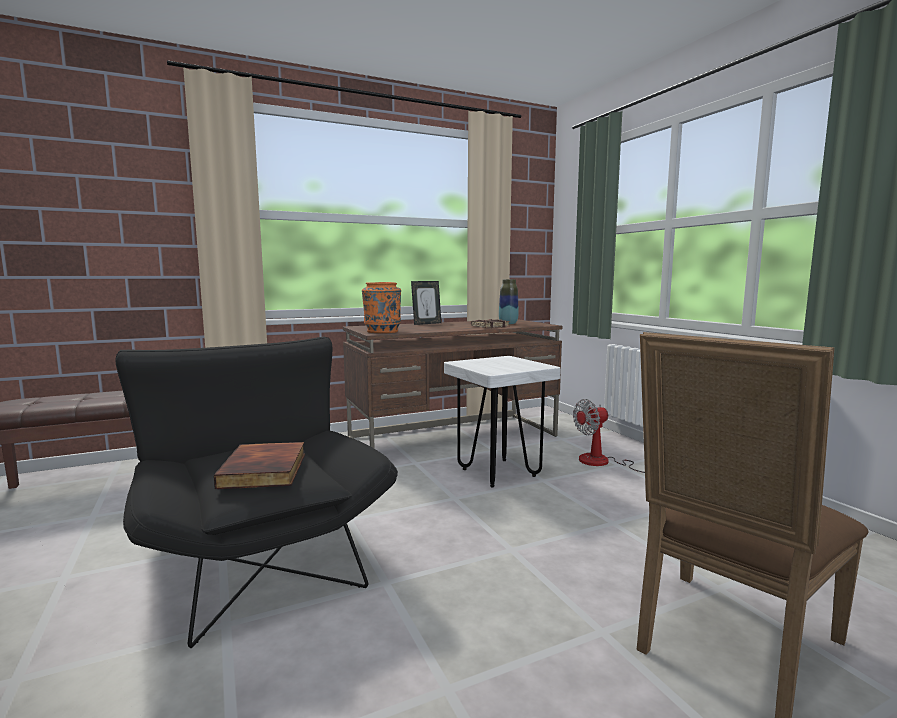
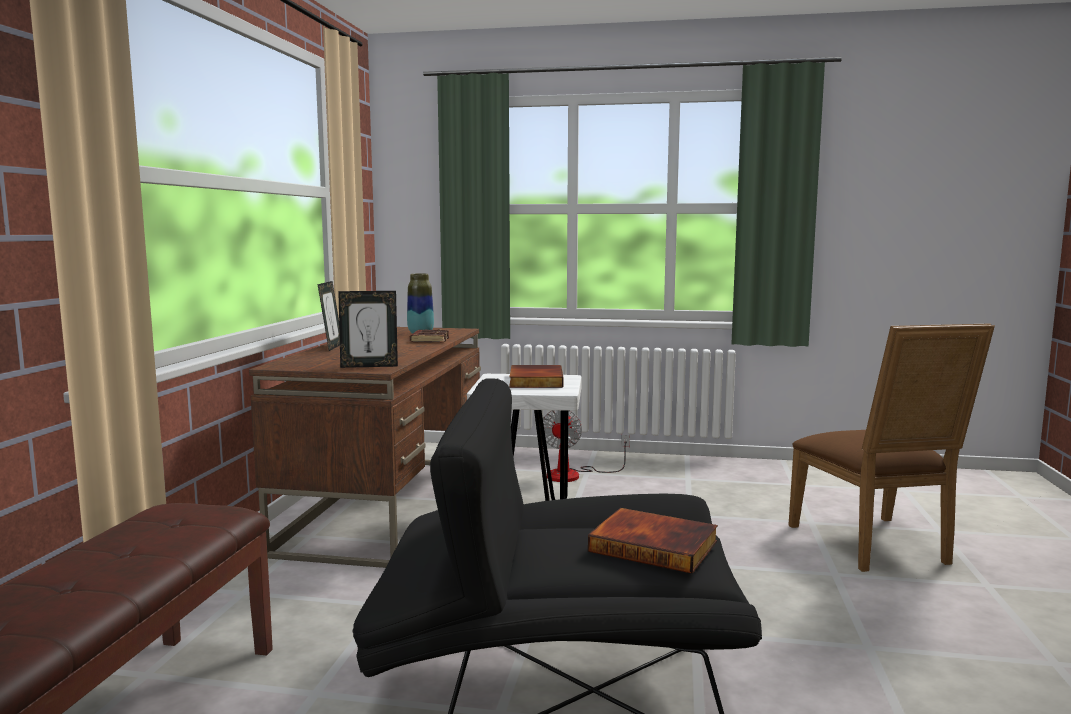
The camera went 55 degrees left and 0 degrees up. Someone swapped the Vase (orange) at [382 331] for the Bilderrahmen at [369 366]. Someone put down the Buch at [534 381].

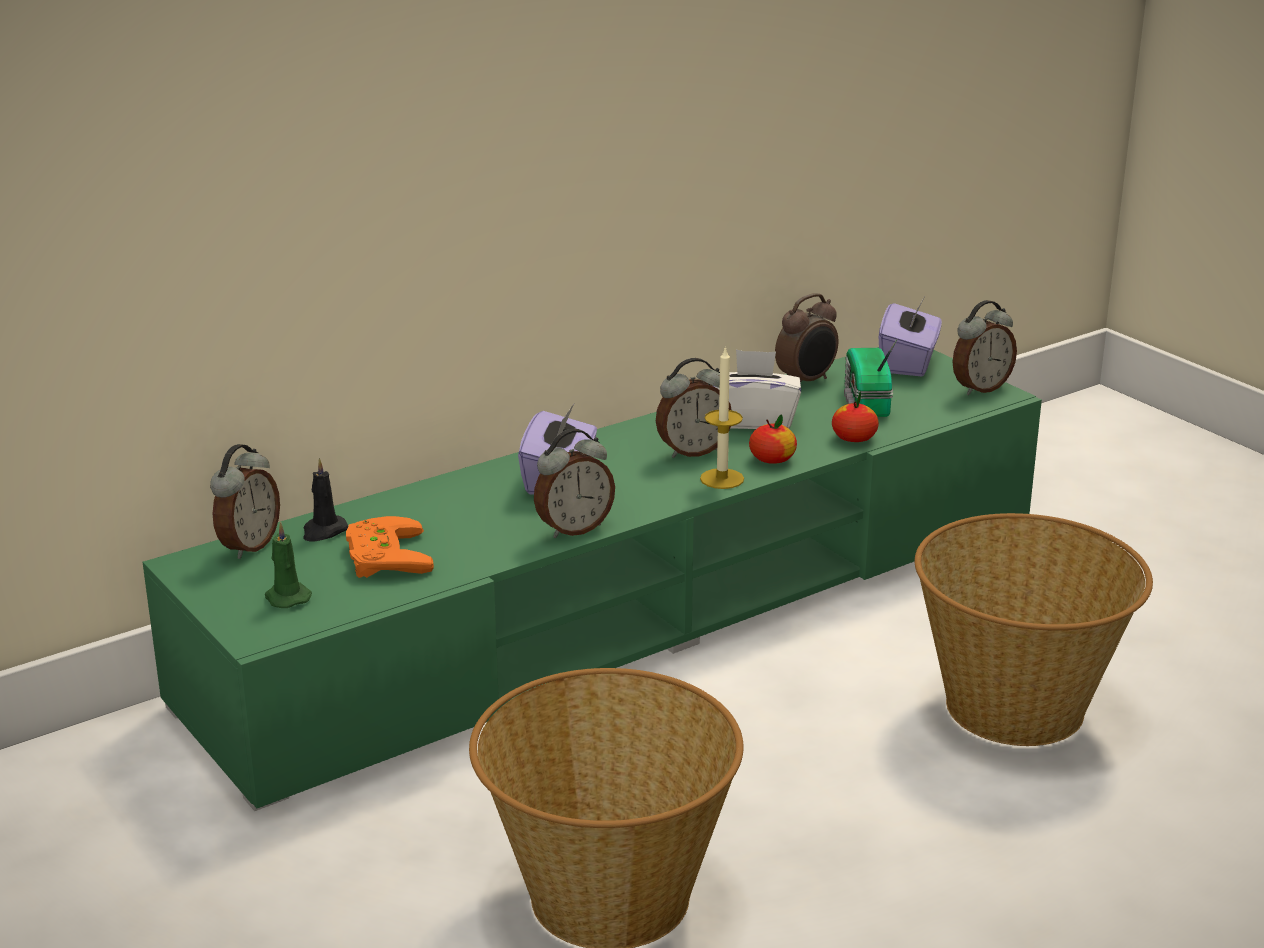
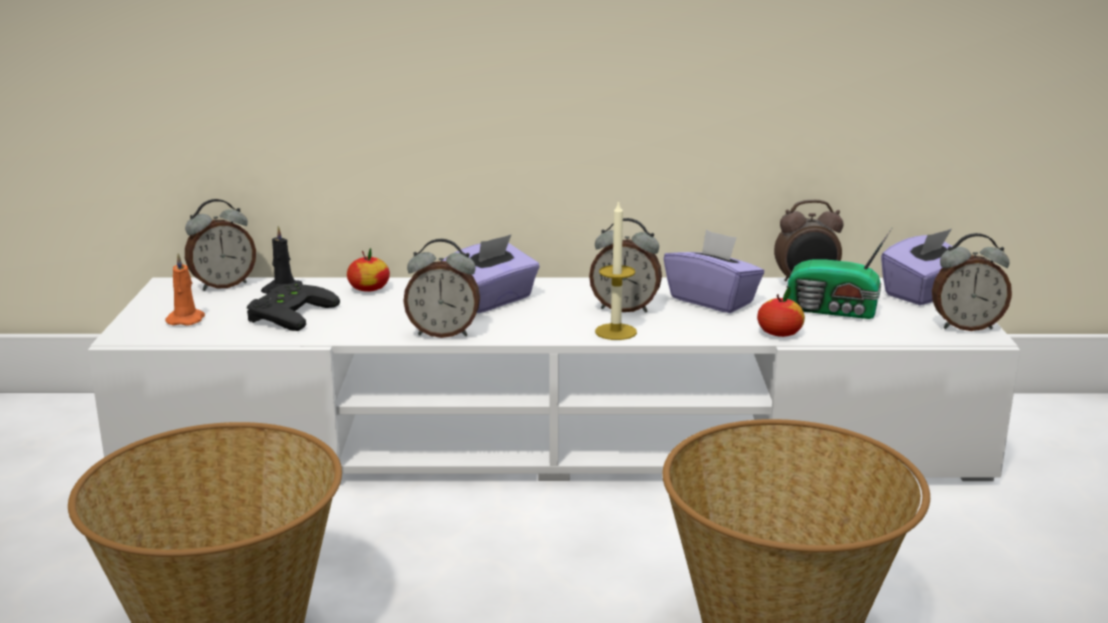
The camera went 35 degrees right and 5 degrees down. Someone rotated the Radio at [864 402] by 105 degrees counterclockwise. Someone repainted the Fernsehschrank (grün) at [634 608], which became the Fernsehschrank (weiß) at [556 439]. Someone repainted the Taschentuchbox (weiß) at [753 420], which became the Taschentuchbox (lila) at [712 300]. Someone carried the Apfel from [772 459] to [369 289]. Someone repainted the Gamepad (orange) at [381 556], which became the Gamepad (schwarz) at [287 313]. Someone repainted the Kerze (grün) at [286 597], which became the Kerze (orange) at [186 319].

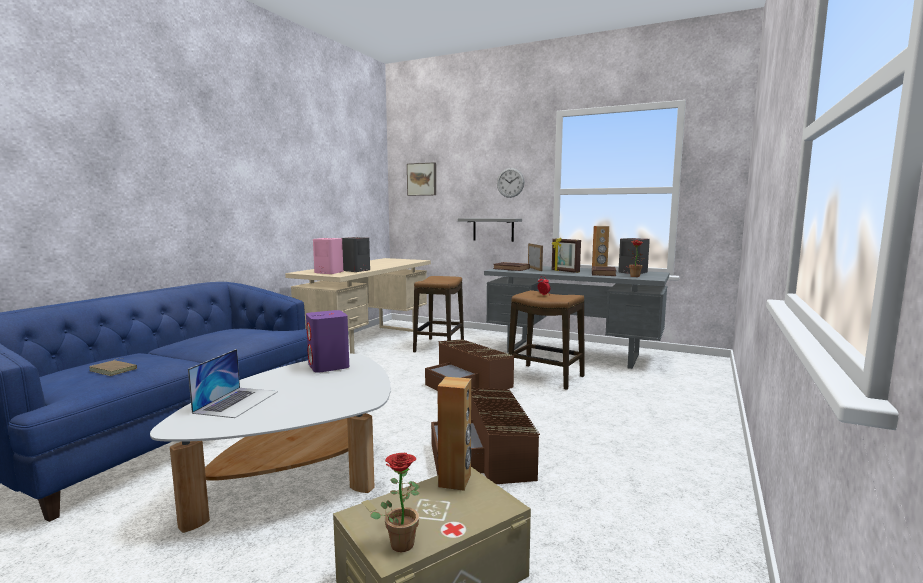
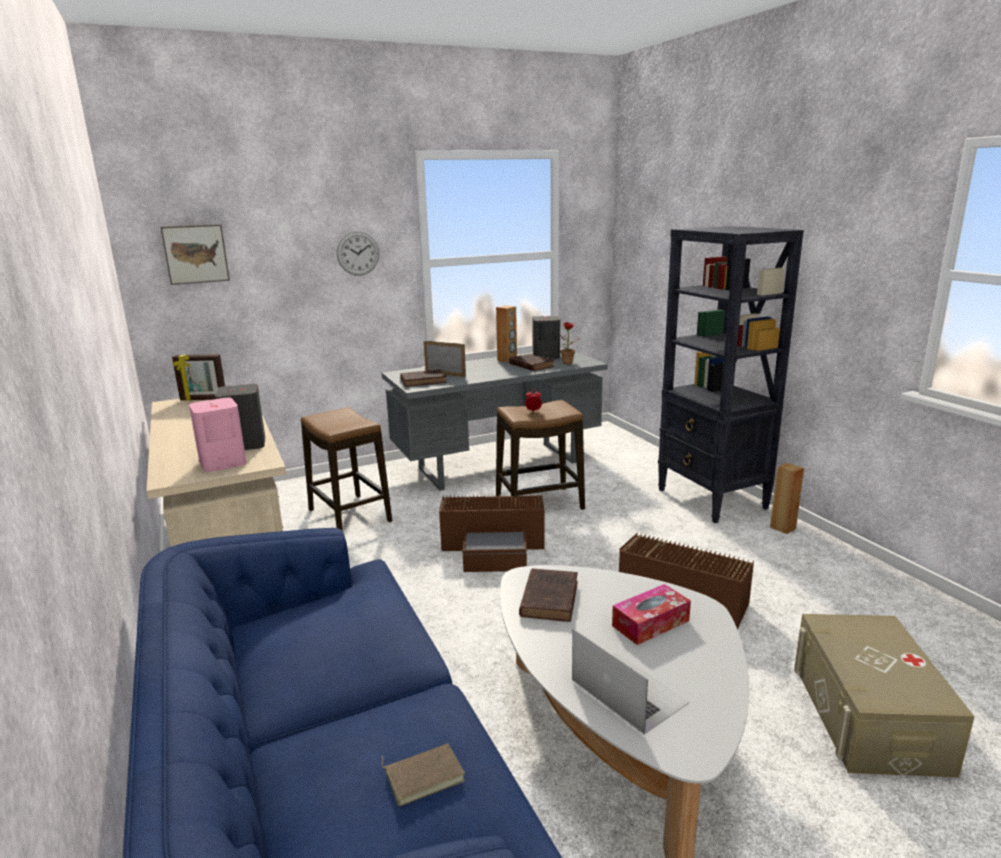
The camera went 50 degrees left and 10 degrees up. Someone took away the Wandregal (grau) at [493 229]. Someone carried the Bilderrahmen from [565 271] to [203 399]. Someone swapped the Lautsprecher (lila) at [329 366] for the Buch (braun) at [549 597]. Someone carried the Lautsprecher (braun) from [455 481] to [783 528]. Someone took away the Topfpflanze at [400 541]. Someone put down the Bücherregal (schwarz) at [712 499]. Someone put down the Taschentuchbox at [650 623].

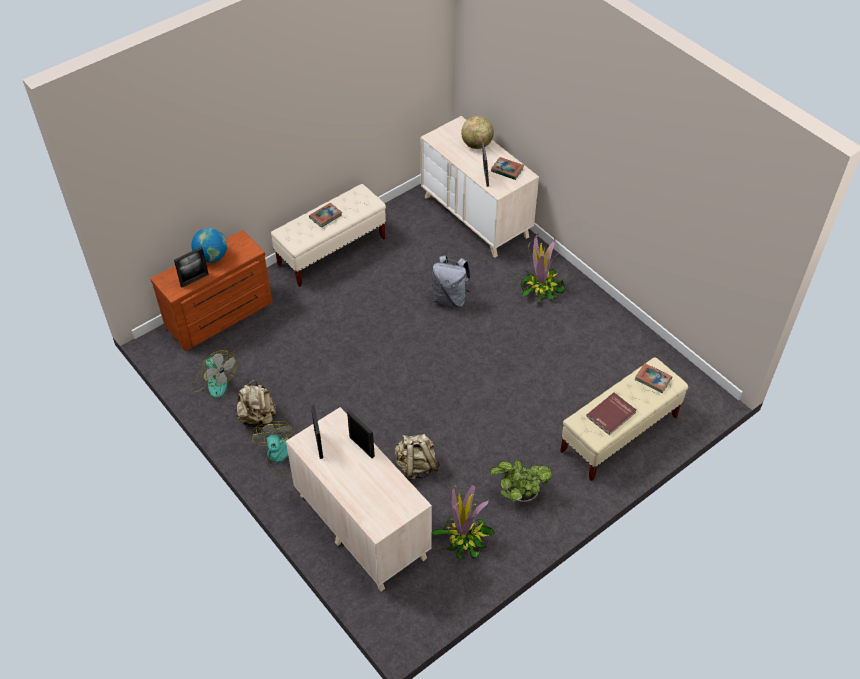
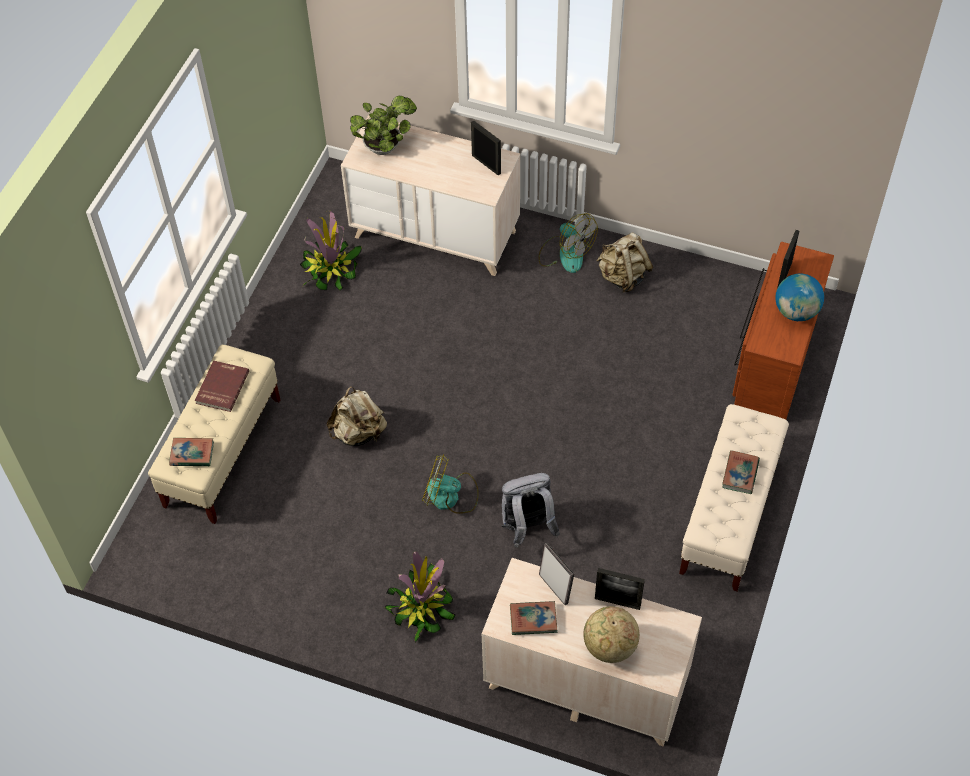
The camera went 150 degrees right and 5 degrees up. Someone carried the Ventilator from [213 382] to [450 496]. Someone carried the Bilderrahmen from [362 446] to [617 602]. Someone carried the Rucksack (beige) from [416 466] to [359 433]. Someone carried the Topfpflanze from [519 494] to [385 146].

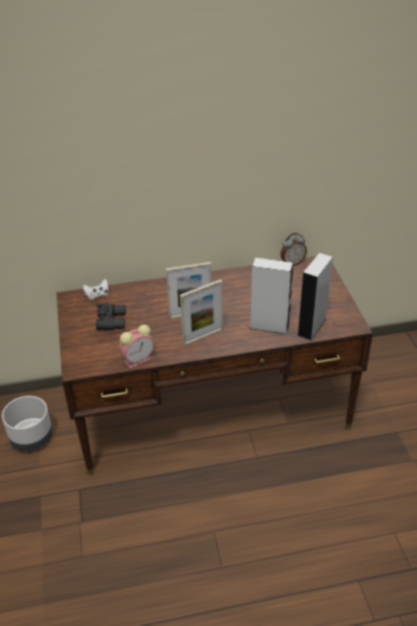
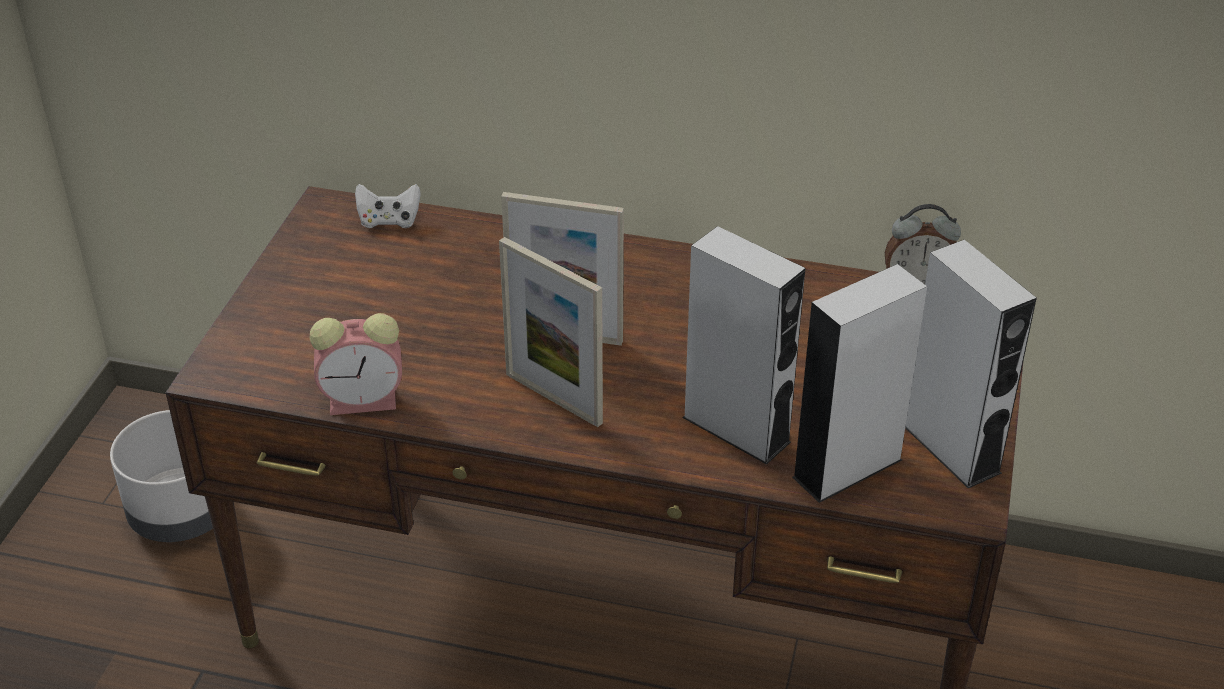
The camera went 25 degrees right and 0 degrees up. Someone rotated the Bilderrahmen at [203 337] by 45 degrees clockwise. Someone took away the Fernglas (schwarz) at [112 321]. Someone put down the Lautsprecher (grau) at [950 448].

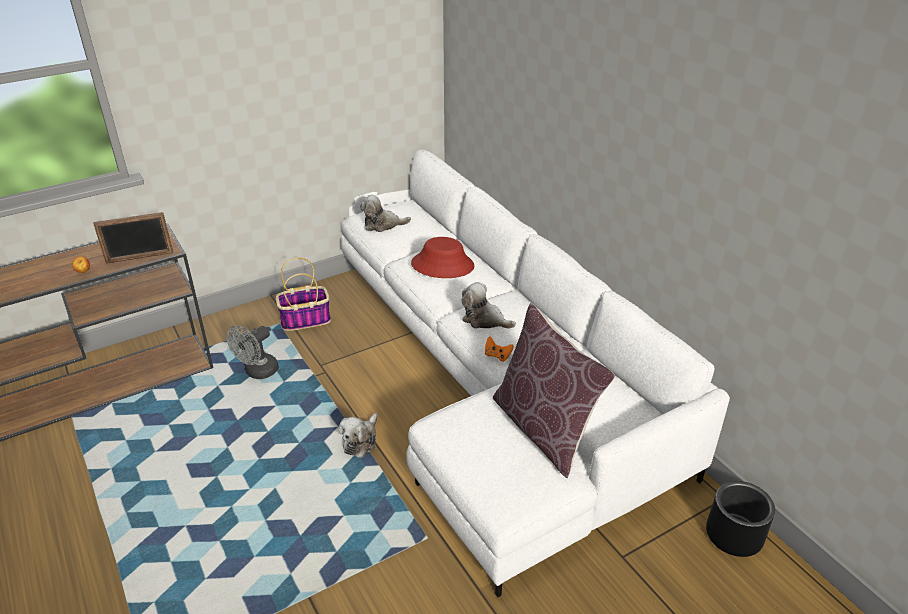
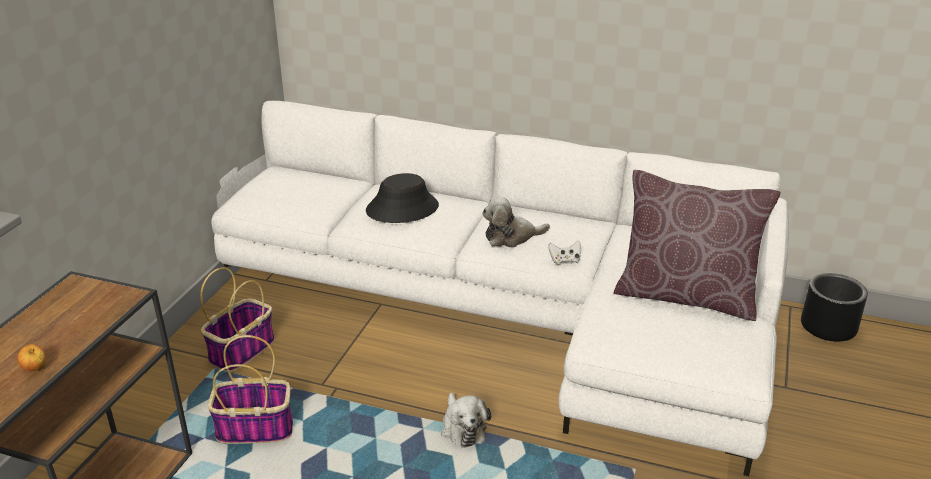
The camera went 40 degrees left and 5 degrees down. Someone took away the Plüschtier at [382 225]. Someone took away the Bilderrahmen at [140 257]. Someone repainted the Hut (rot) at [442 265], which became the Hut (schwarz) at [402 208]. Someone swapped the Ventilator (grau) at [257 372] for the Korb at [256 428]. Someone repainted the Gamepad (orange) at [497 356], which became the Gamepad (weiß) at [565 260].

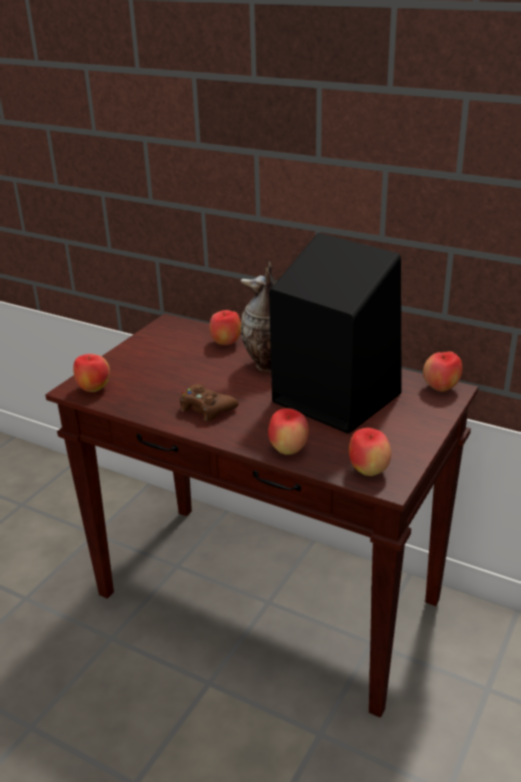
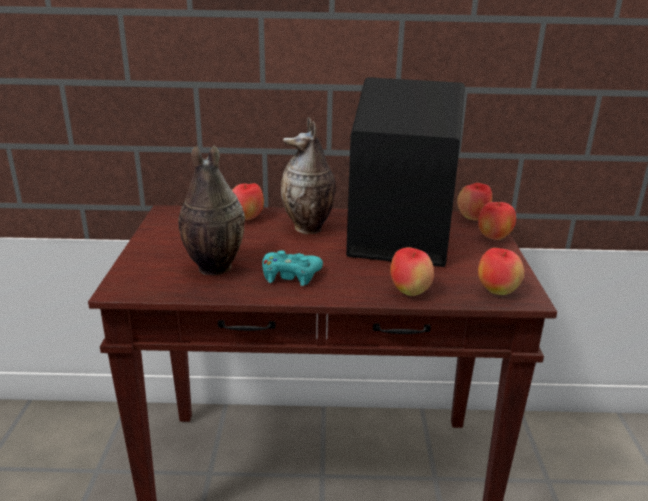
The camera went 30 degrees left and 5 degrees down. Someone carried the Apfel from [93 389] to [494 238]. Someone repainted the Gamepad (braun) at [206 408], which became the Gamepad (türkis) at [290 275]. Someone put down the Vase at [213 268].

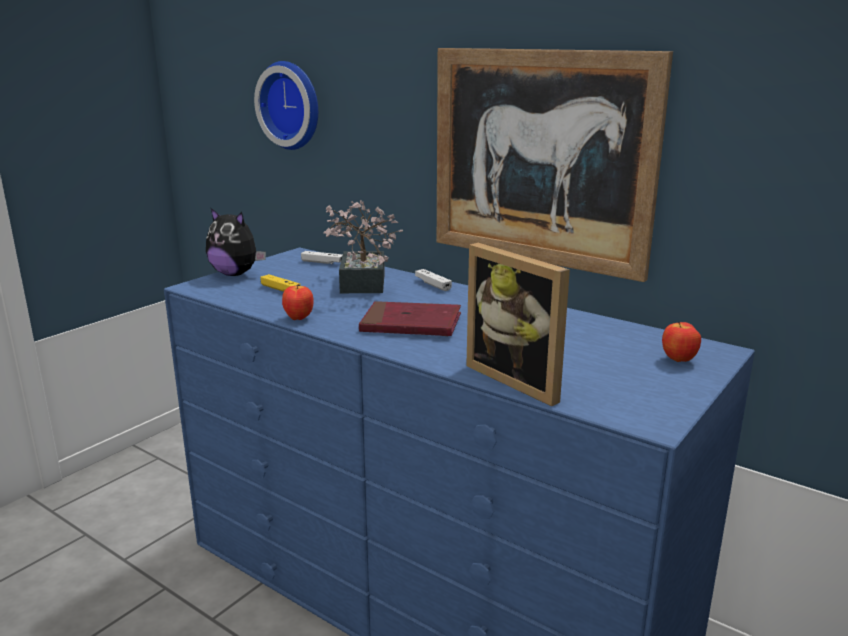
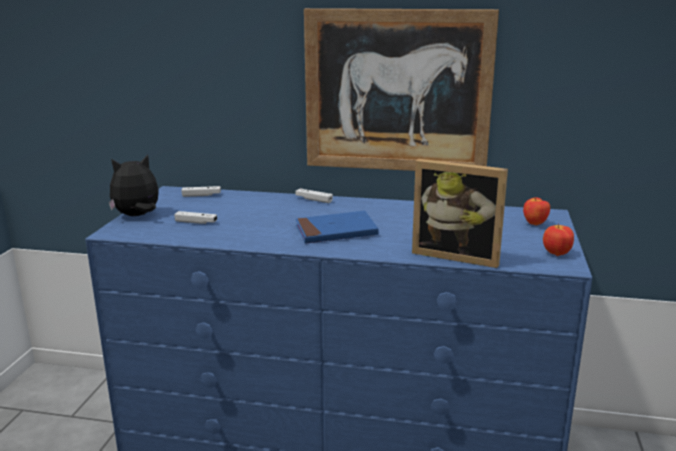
The camera went 25 degrees left and 0 degrees up. Someone took away the Wanduhr at [292 105]. Someone took away the Topfpflanze at [361 285]. Someone rotated the Plüschtier at [236 274] by 150 degrees clockwise. Someone repainted the Gamepad (gelb) at [280 289], which became the Gamepad (weiß) at [196 222]. Someone carried the Apfel from [298 318] to [556 254]. Someone repainted the Buch (rot) at [411 324], which became the Buch (blau) at [336 231].

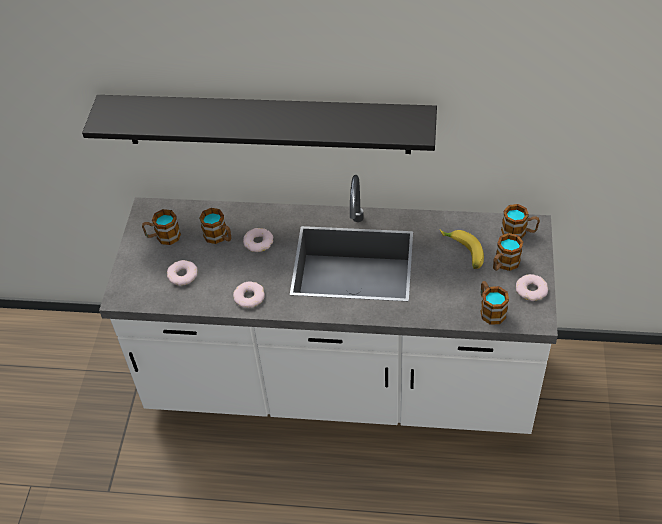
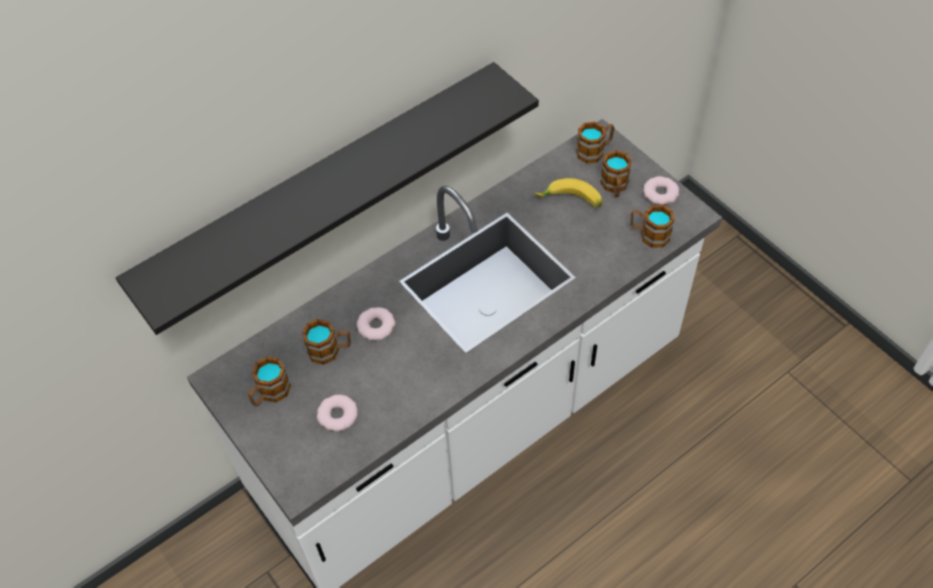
The camera went 45 degrees left and 5 degrees up. Someone took away the Donut at [249 297].

